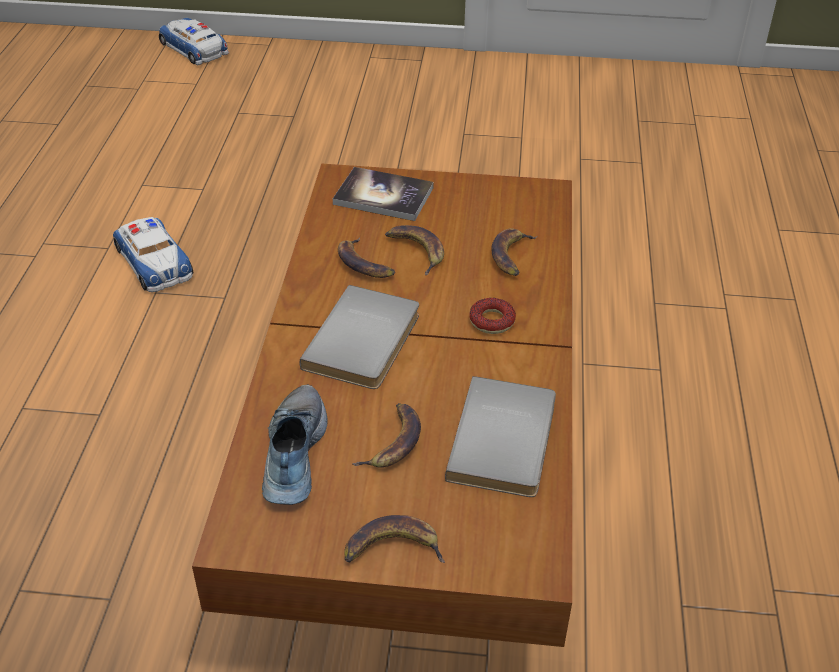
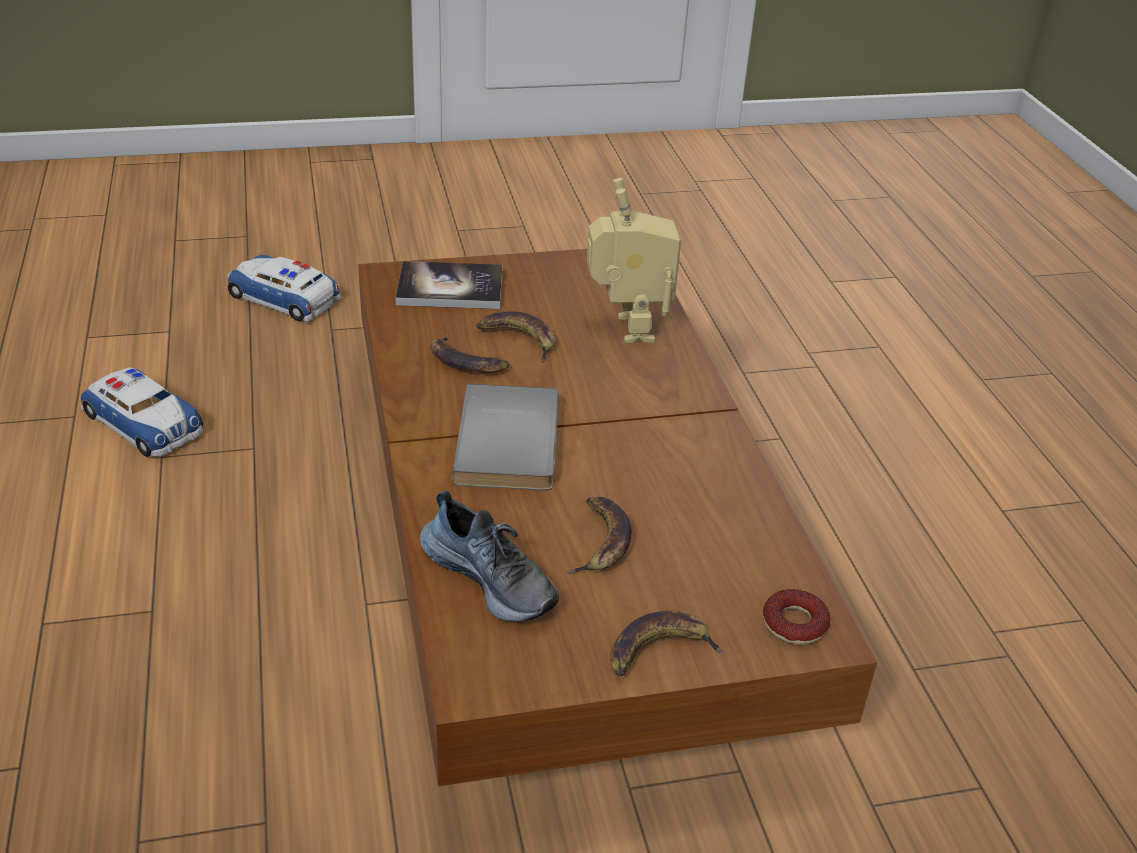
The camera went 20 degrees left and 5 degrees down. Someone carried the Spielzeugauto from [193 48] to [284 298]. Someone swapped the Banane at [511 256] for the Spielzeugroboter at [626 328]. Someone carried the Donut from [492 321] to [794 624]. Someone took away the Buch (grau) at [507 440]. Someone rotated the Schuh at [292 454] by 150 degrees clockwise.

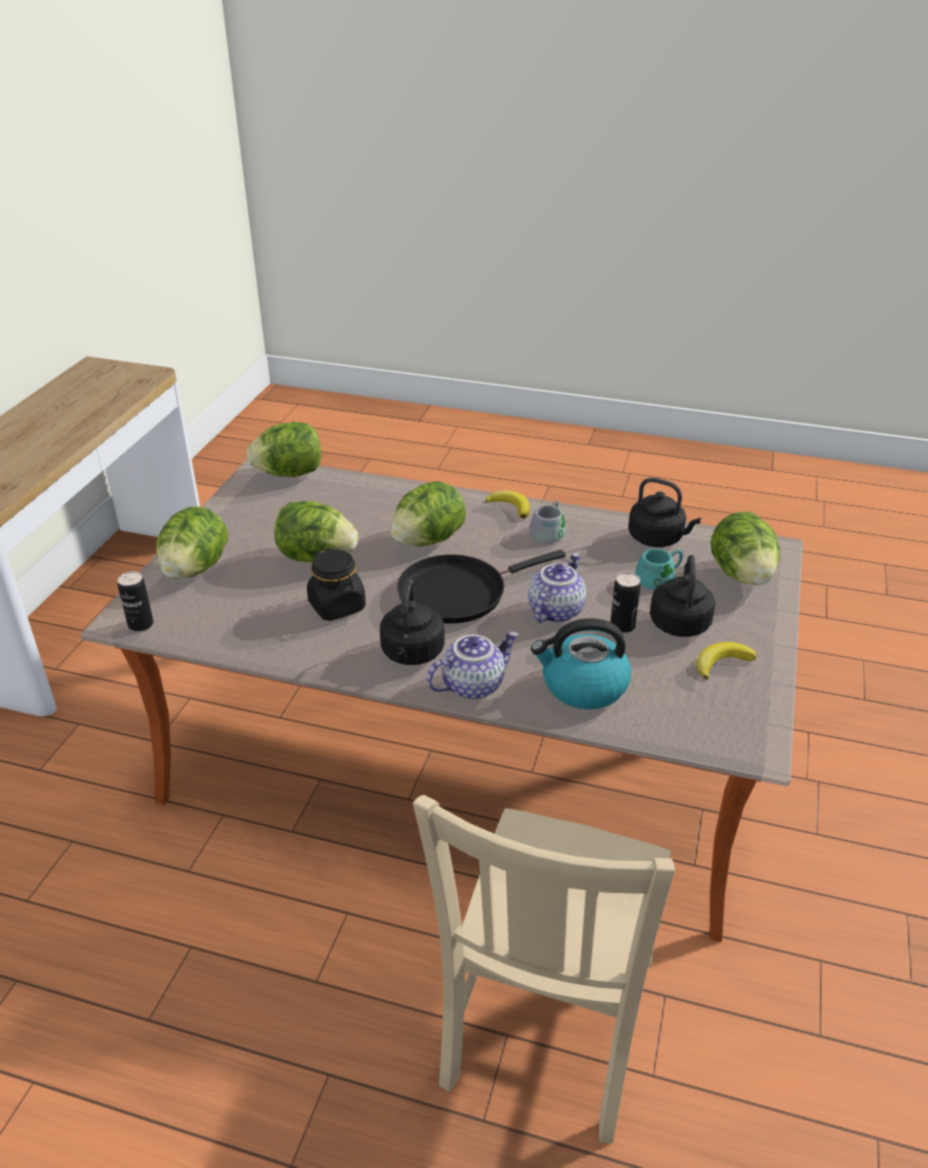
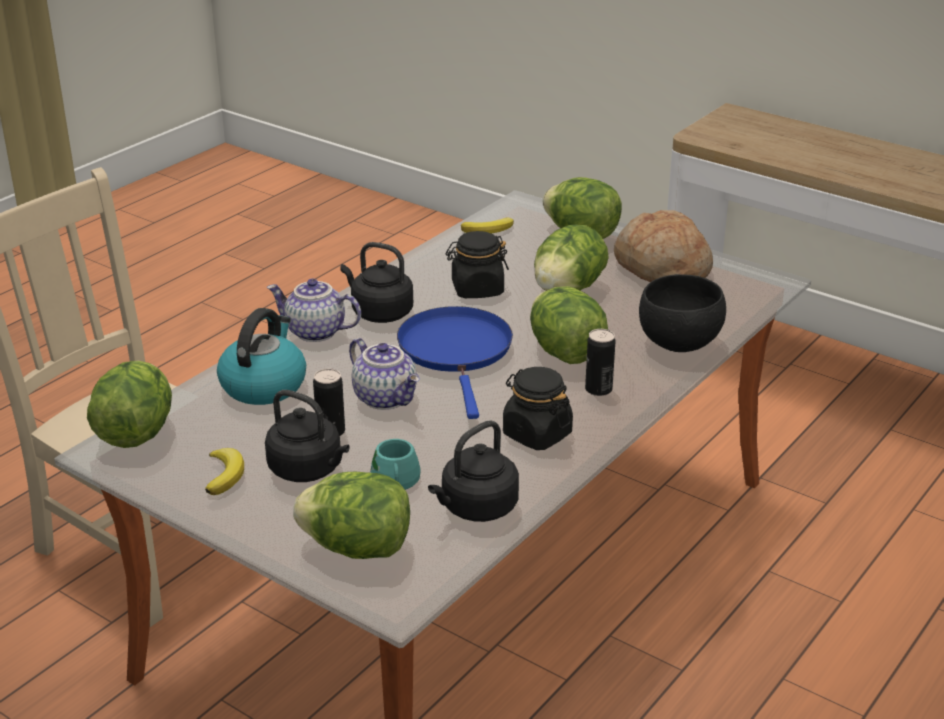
The camera went 110 degrees right and 5 degrees down. Someone carried the Salatkopf from [290 474] to [136 432]. Someone carried the Banane from [510 506] to [489 230]. Someone swapped the Henkelbecher (grau) at [553 532] for the Vorratsglas (schwarz) at [536 434]. Someone repainted the Pfanne (schwarz) at [458 592], which became the Pfanne (blau) at [456 351]. Someone carried the Dose from [141 624] to [598 389]. Someone rotated the Teekanne at [472 684] by 120 degrees clockwise. Someone put down the Brot at [662 267]. Someone put down the Schüssel (schwarz) at [678 343].

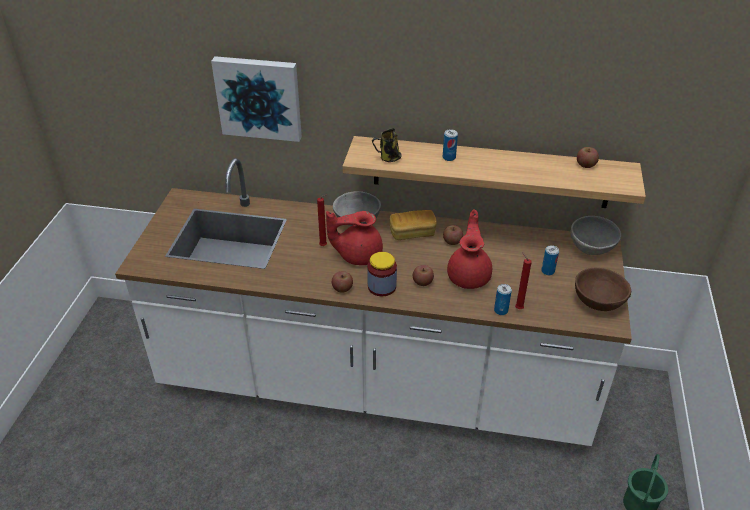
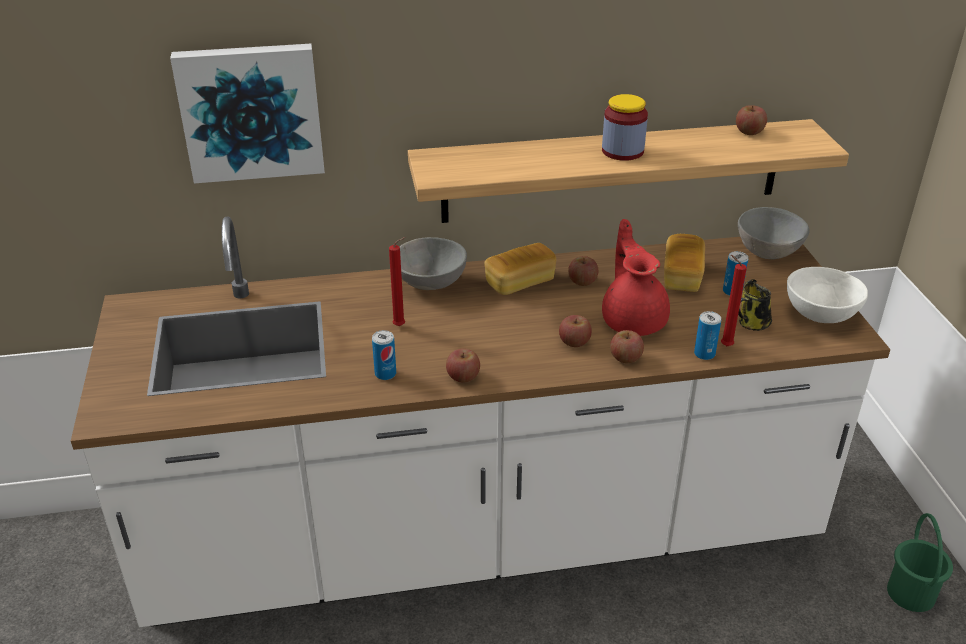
The camera went 20 degrees left and 5 degrees down. Someone carried the Henkelbecher from [388 158] to [751 324]. Someone carried the Dose from [449 157] to [385 374]. Someone took away the Teekanne (rot) at [358 255]. Someone carried the Vorratsglas from [382 286] to [622 151]. Someone repainted the Schüssel (braun) at [598 302], which became the Schüssel (weiß) at [819 314]. Someone put down the Brot at [682 276]. Someone put down the Apfel at [625 358].

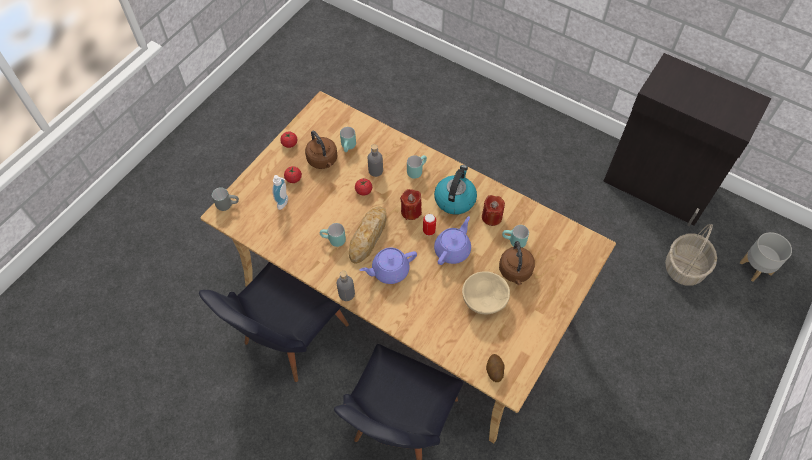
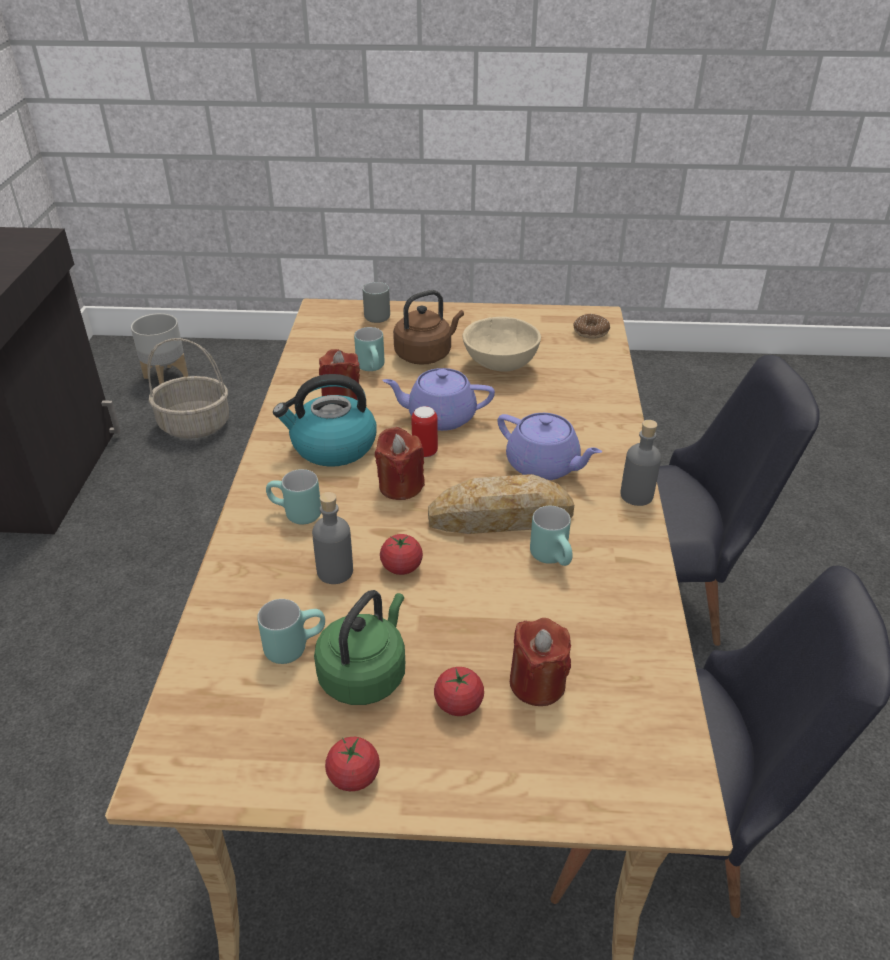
The camera went 120 degrees left and 20 degrees down. Someone repainted the Wasserkessel (braun) at [323 160], which became the Wasserkessel (grün) at [365 674]. Someone swapped the Seifenspender at [284 203] for the Kerze (rot) at [537 684]. Someone carried the Henkelbecher (grau) from [228 204] to [372 315]. Someone swapped the Kartoffel at [494 370] for the Donut at [591 332].

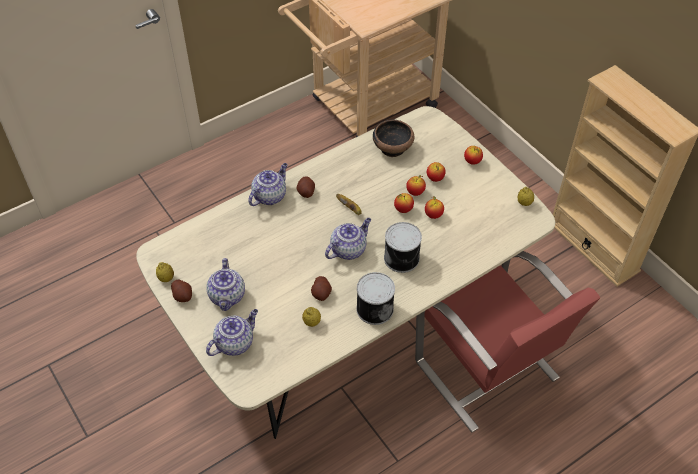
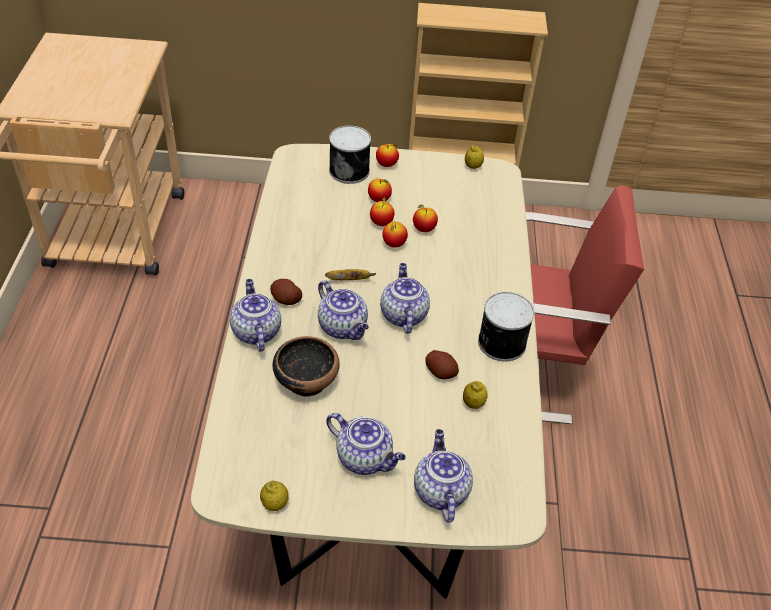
The camera went 55 degrees left and 5 degrees down. Someone carried the Schüssel from [393 147] to [306 380]. Someone carried the Dose from [402 258] to [350 170]. Someone took away the Kartoffel at [183 295]. Someone put down the Teekanne at [343 327].

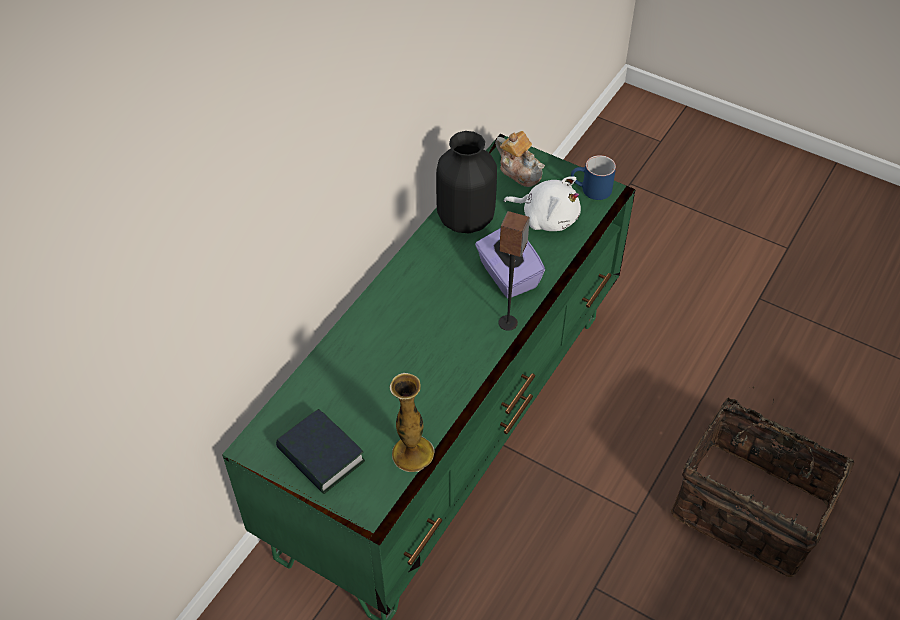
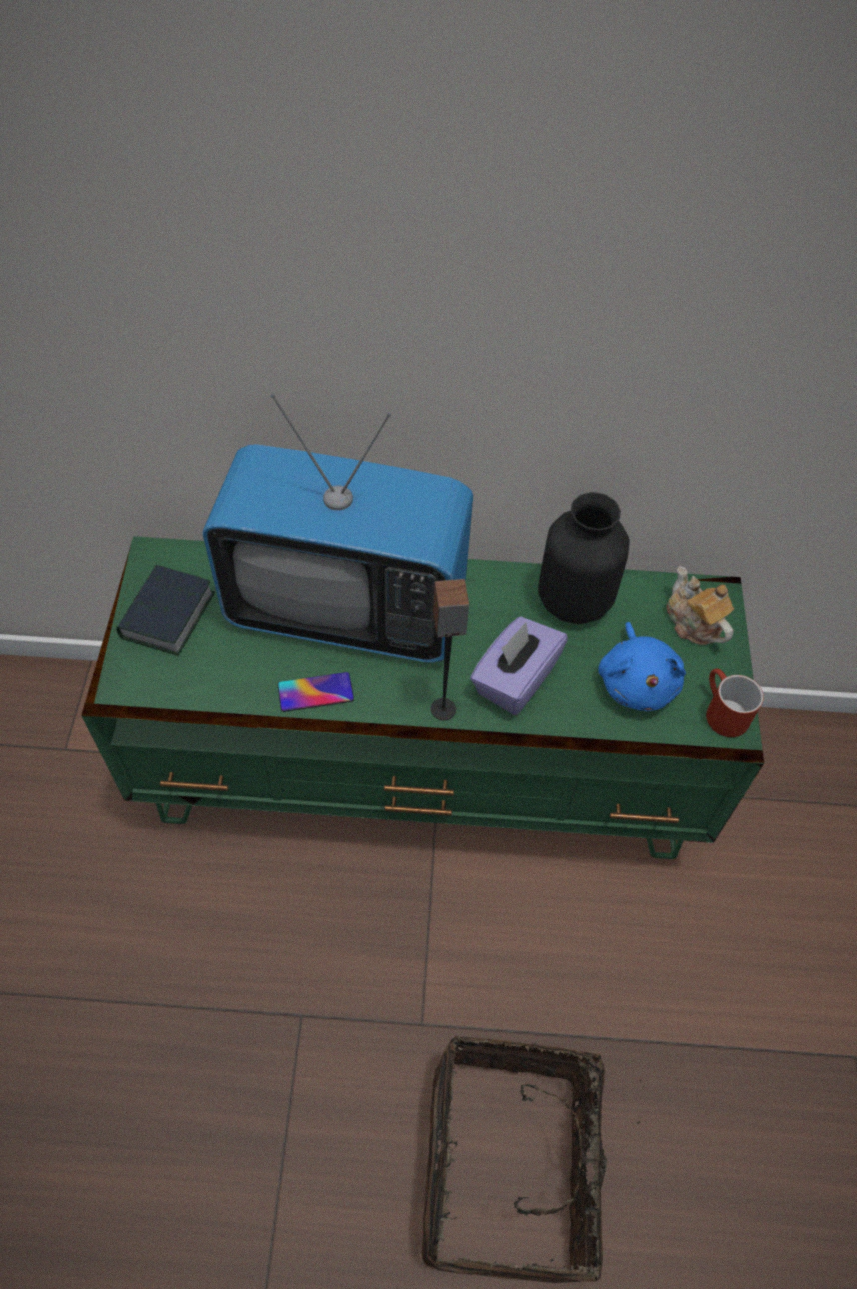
The camera went 60 degrees right and 5 degrees up. Someone rotated the Teekanne at [520 171] by 135 degrees clockwise. Someone repainted the Henkelbecher (blau) at [591 190], which became the Henkelbecher (rot) at [720 712]. Someone repainted the Plüschtier (weiß) at [546 218], which became the Plüschtier (blau) at [637 682]. Someone took away the Vase at [412 453]. Someone put down the Fernseher at [347 609]. Someone put down the Handy at [315 692].

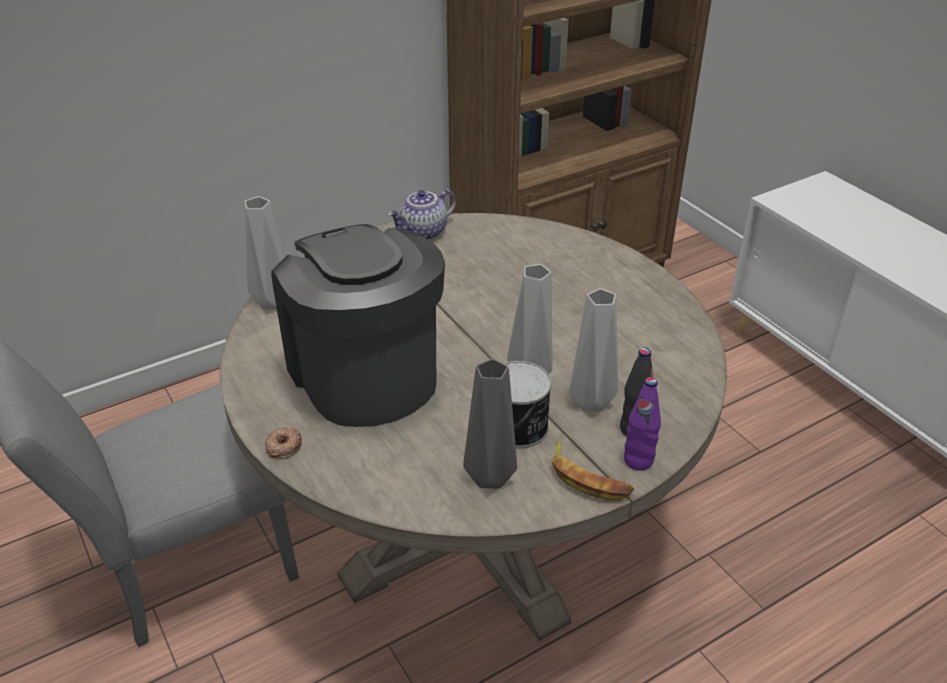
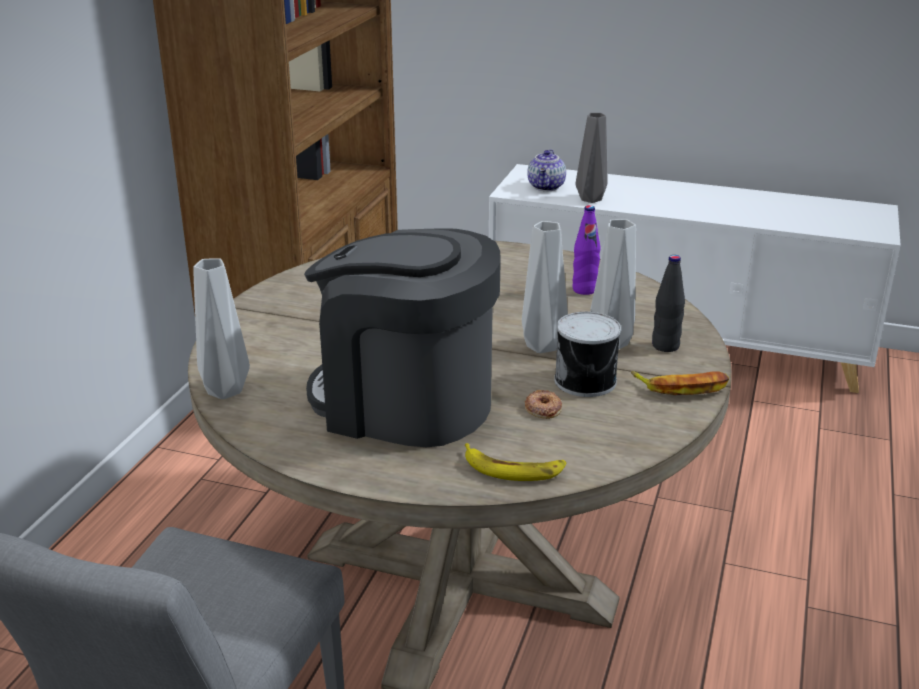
The camera went 40 degrees left and 10 degrees down. Someone carried the Teekanne from [424 233] to [547 187]. Someone carried the Vase (grau) from [490 479] to [592 199]. Someone carried the Flasche (lila) from [638 460] to [584 290]. Someone carried the Donut from [283 446] to [543 408]. Someone put down the Banane at [513 469].

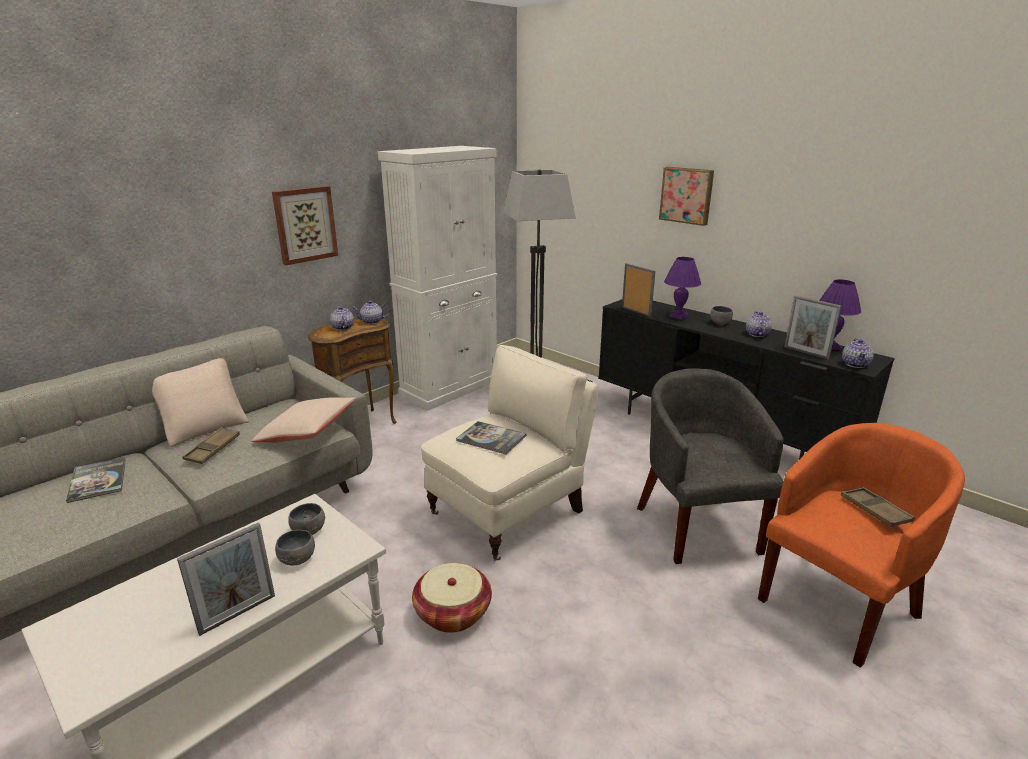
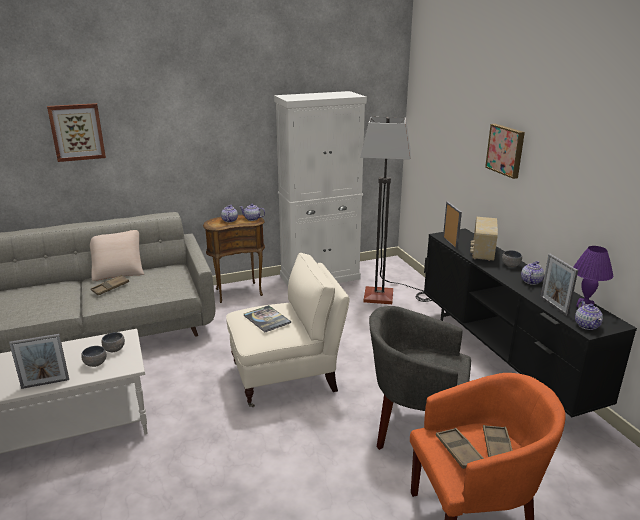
The camera went 25 degrees right and 0 degrees up. Someone carried the Bild from [305 224] to [77 132]. Someone swapped the Tischlampe (lila) at [679 316] for the Radio at [482 253]. Someone rotated the Teekanne at [855 364] by 45 degrees counterclockwise. Someone rotated the Sessel (grau) at [697 525] by 90 degrees counterclockwise. Someone took away the Kissen (beige) at [307 433]. Someone took away the Buch at [98 480]. Someone took away the Korb at [452 612]. Someone put down the Tablett (braun) at [458 451].

